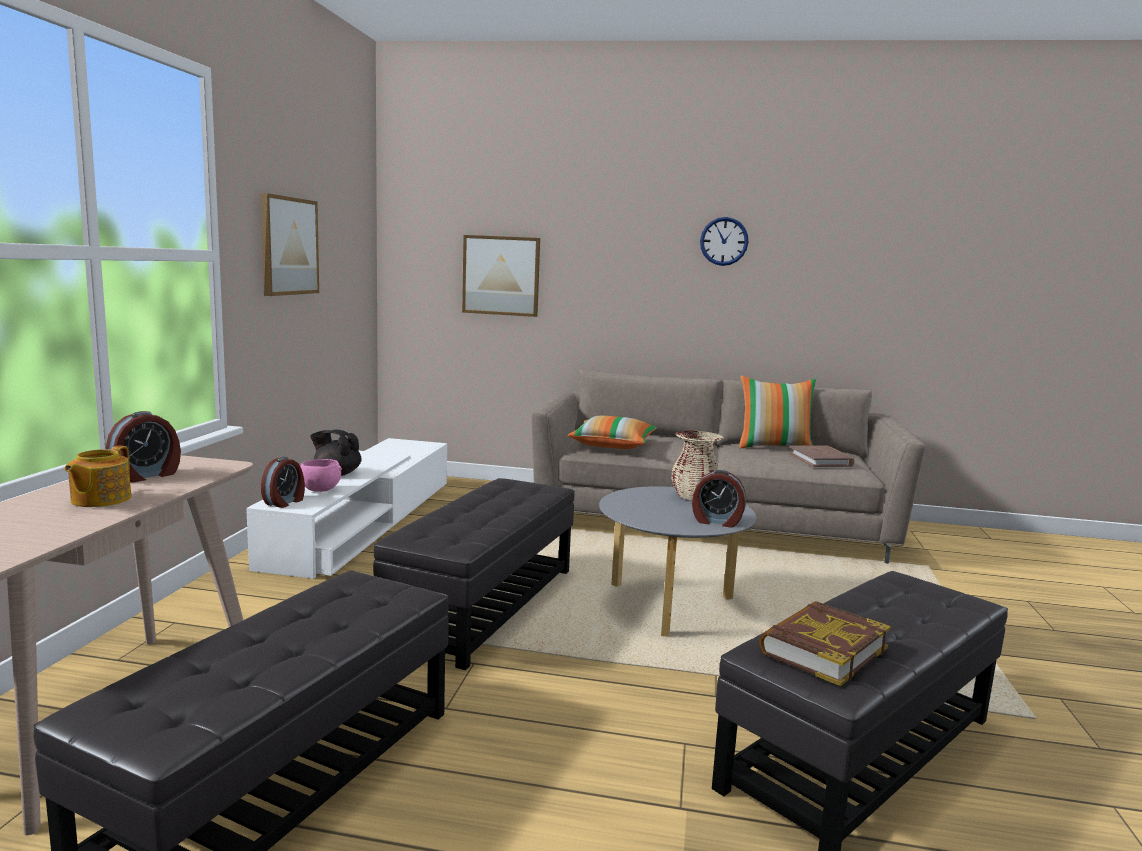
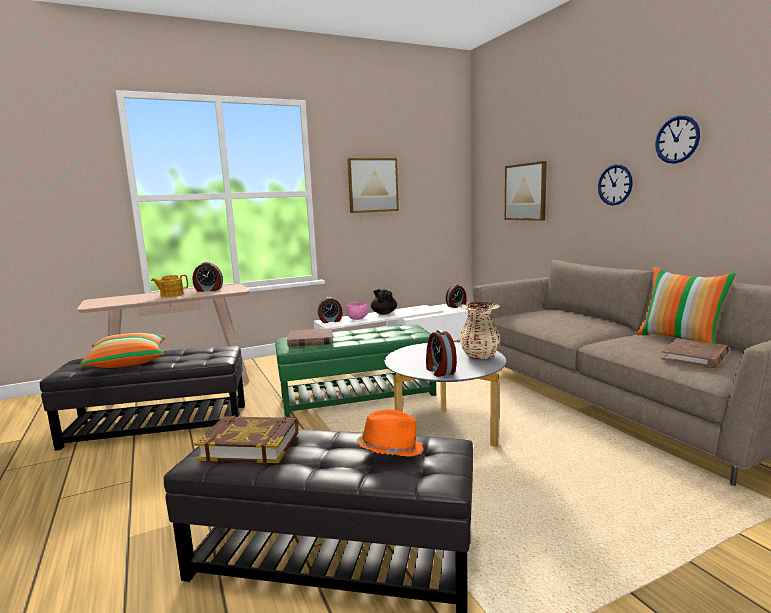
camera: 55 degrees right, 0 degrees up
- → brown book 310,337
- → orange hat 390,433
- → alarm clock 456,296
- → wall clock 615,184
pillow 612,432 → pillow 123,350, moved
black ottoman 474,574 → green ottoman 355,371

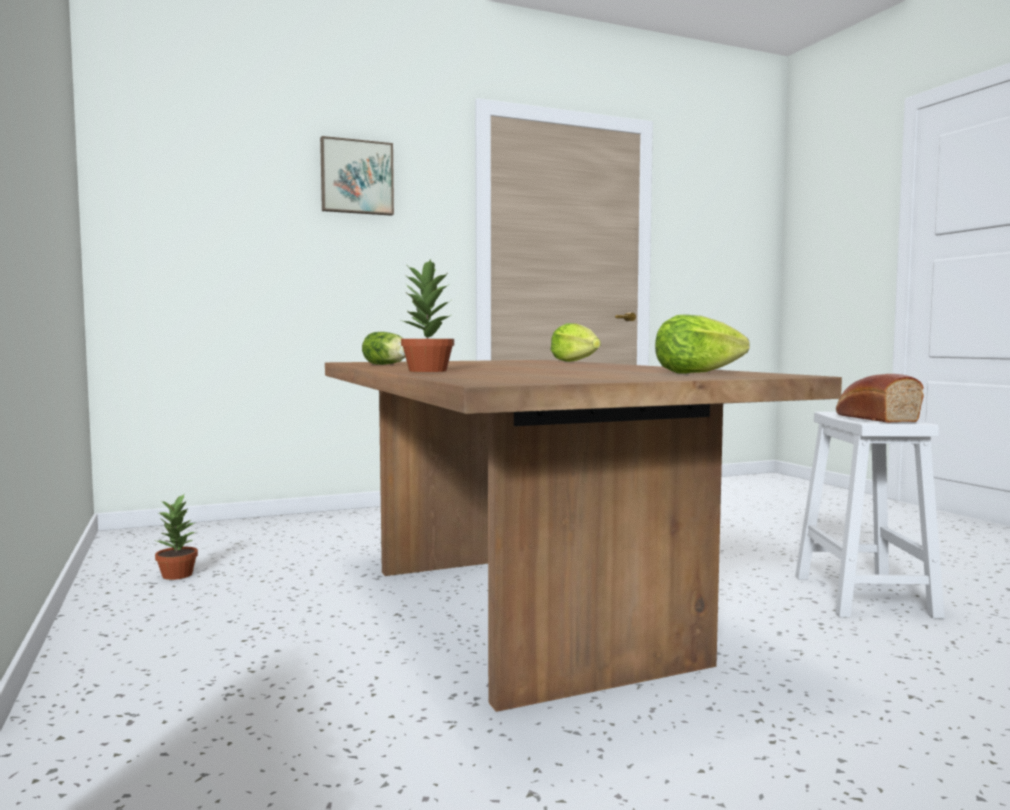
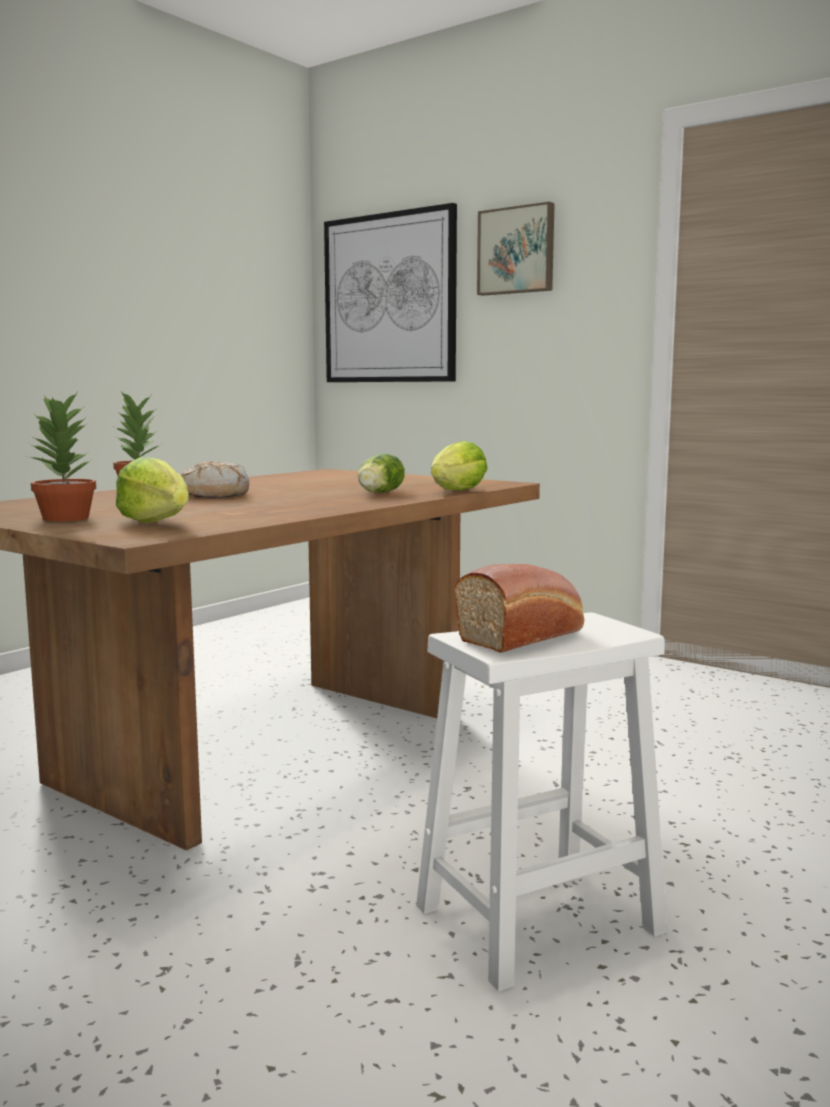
camera: 60 degrees right, 5 degrees up
- → bread 215,479
- → picture 390,292
potted plant 176,536 → potted plant 61,457, moved
lettuce 384,348 → lettuce 381,473, moved

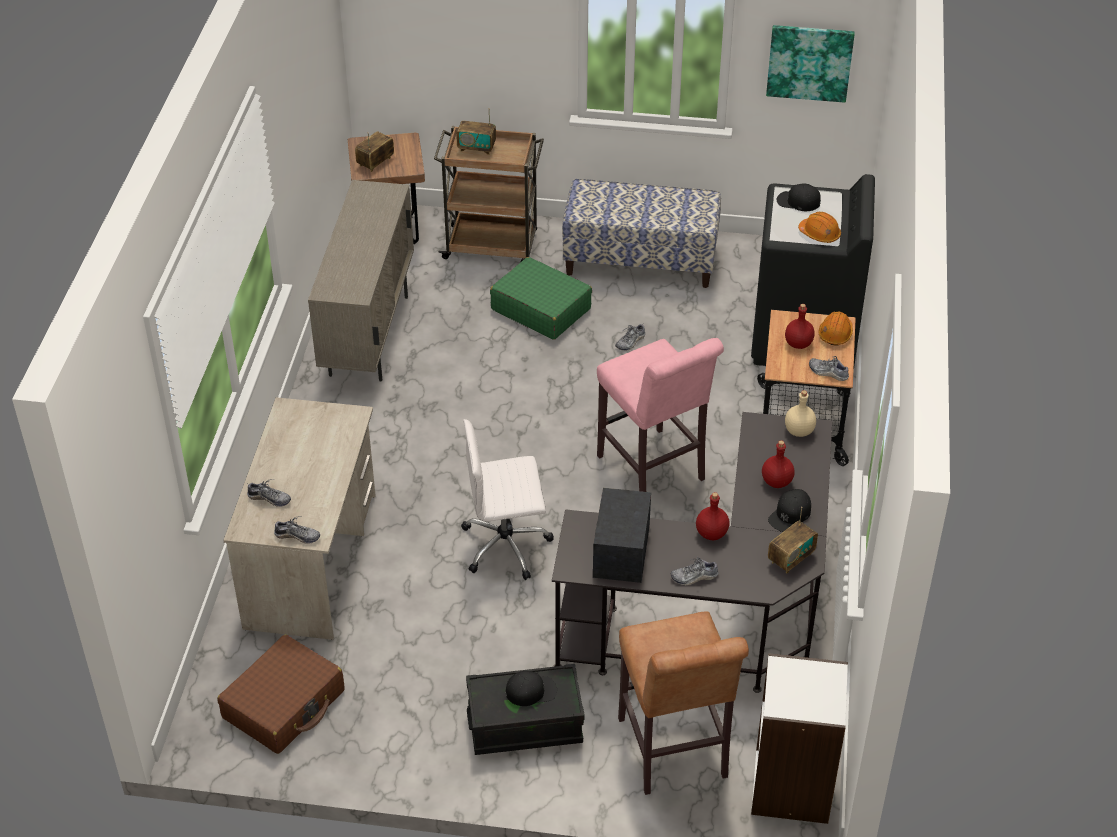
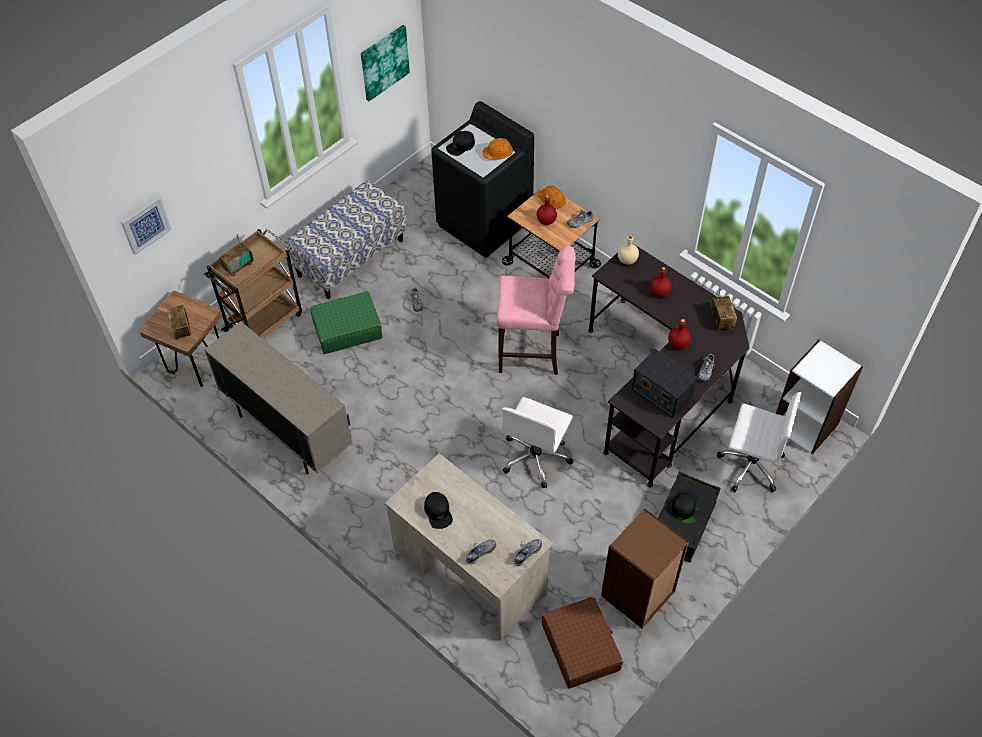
camera: 55 degrees left, 10 degrees up
- → picture 146,226
- → brown bookcase 645,568
black cap 789,510 → black cap 438,510, moved
brown stool 683,703 → white office chair 759,442

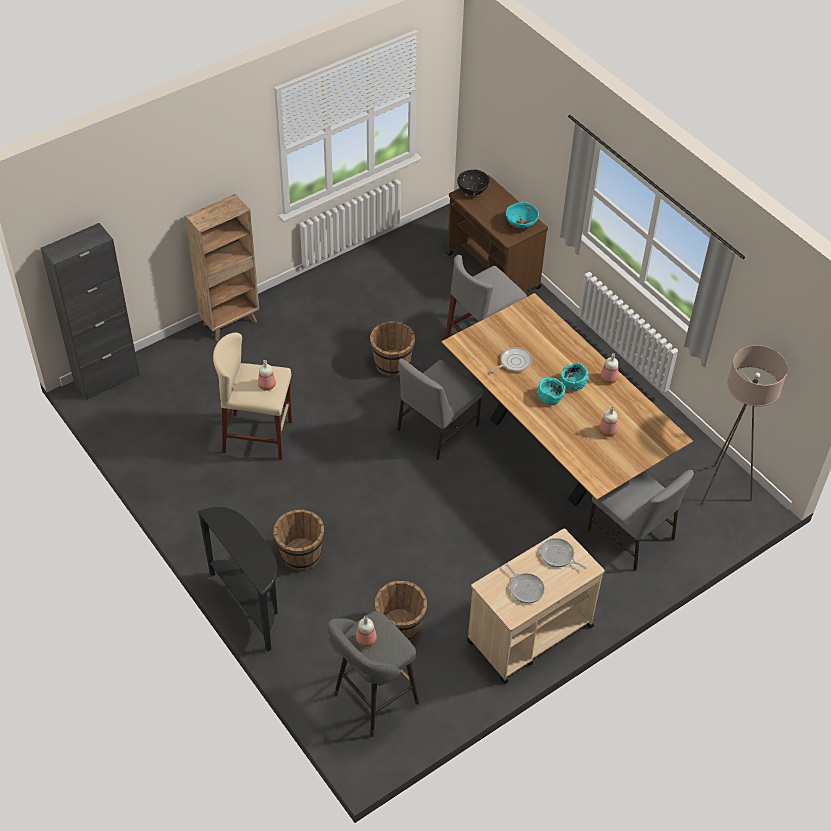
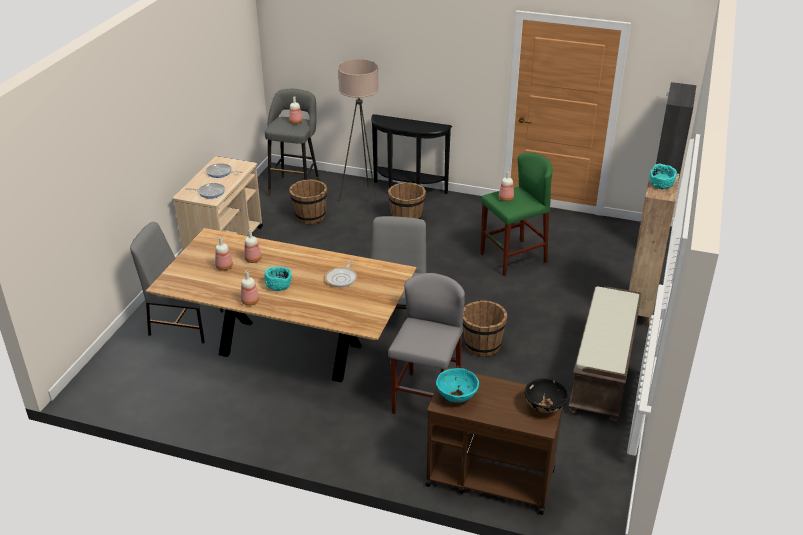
camera: 145 degrees right, 15 degrees down
- → bottle 253,246
- → brown bench 604,354
turquoise bowl 551,391 → turquoise bowl 663,177, moved
beige floor lamp 744,424 → beige floor lamp 358,133, moved
beige stool 252,396 → green stool 516,214

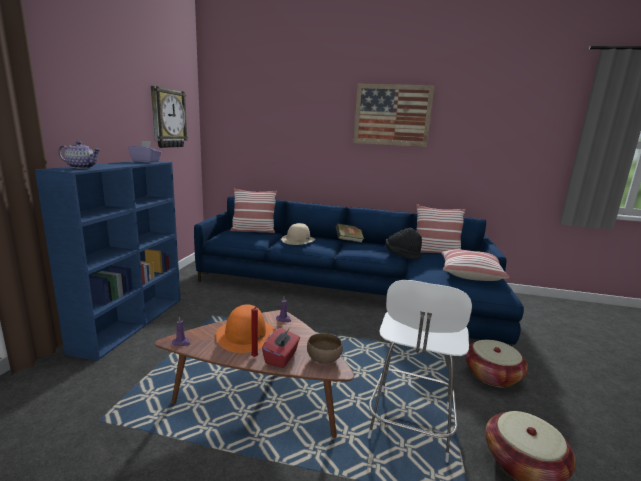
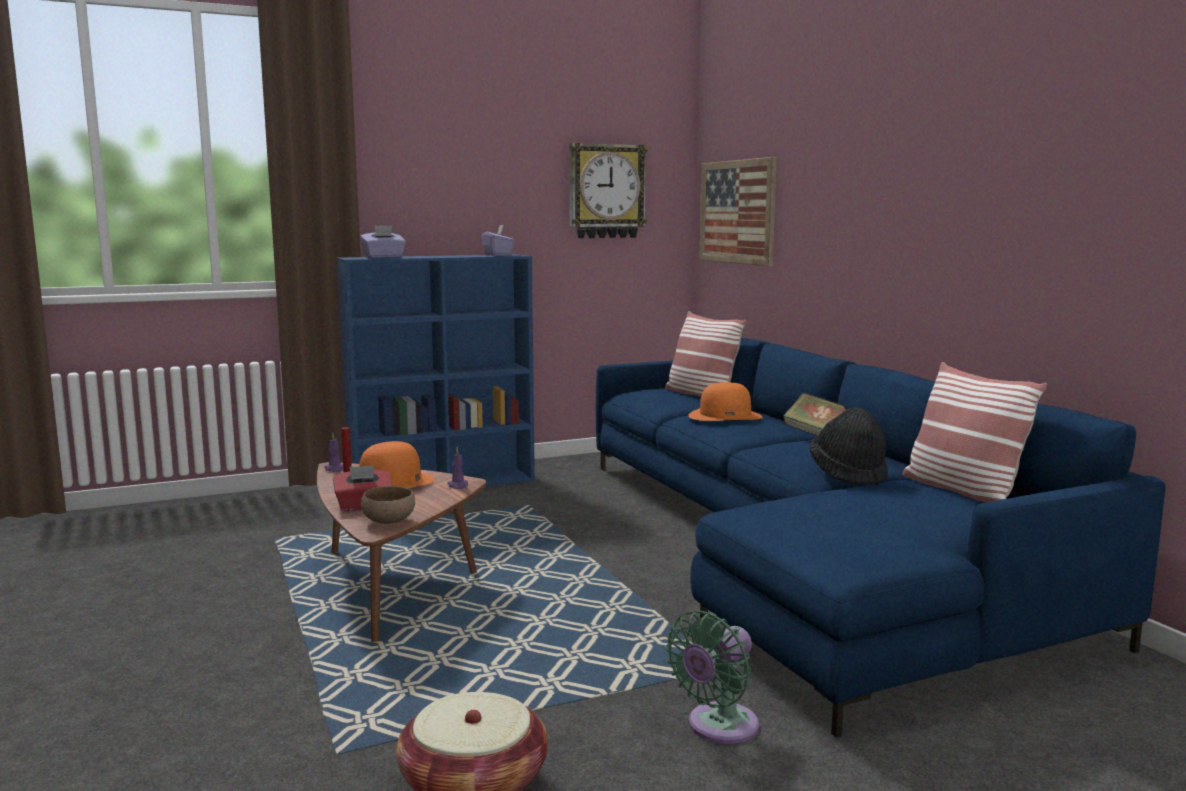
camera: 55 degrees right, 5 degrees down
white stool 420,371 → -
pillow 475,265 → -
picture 394,115 → picture 738,211, moved
teapot 79,155 → purple tissue box 383,241
basket 496,363 → green fan 712,677
beige hat 298,234 → orange hat 725,401

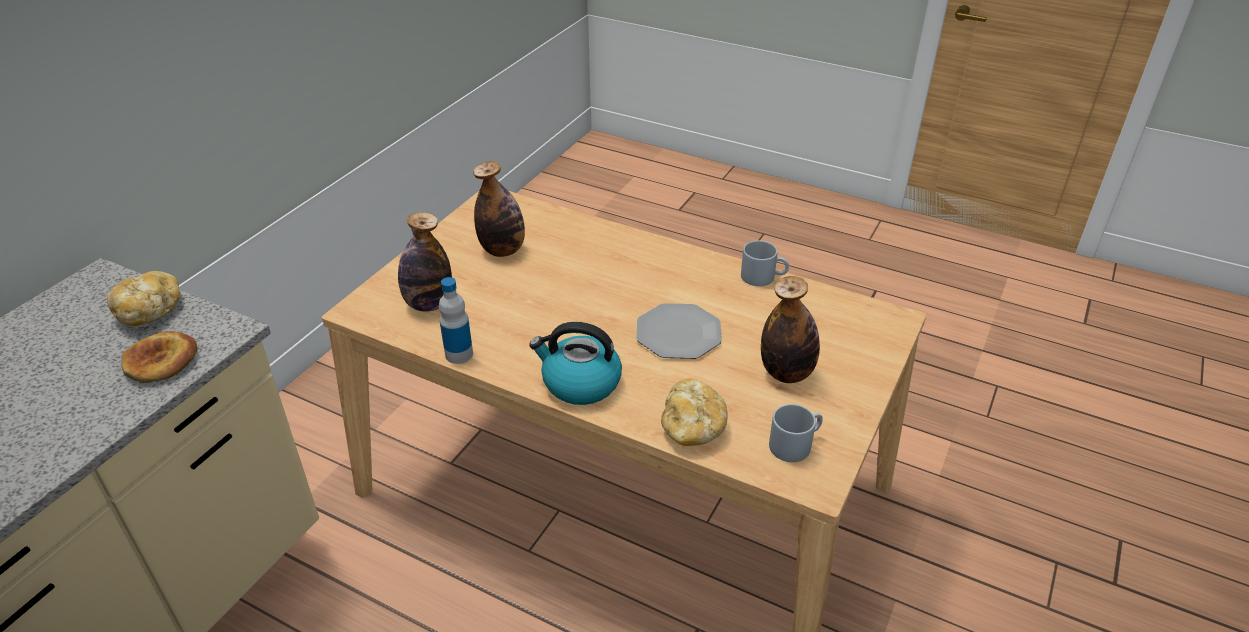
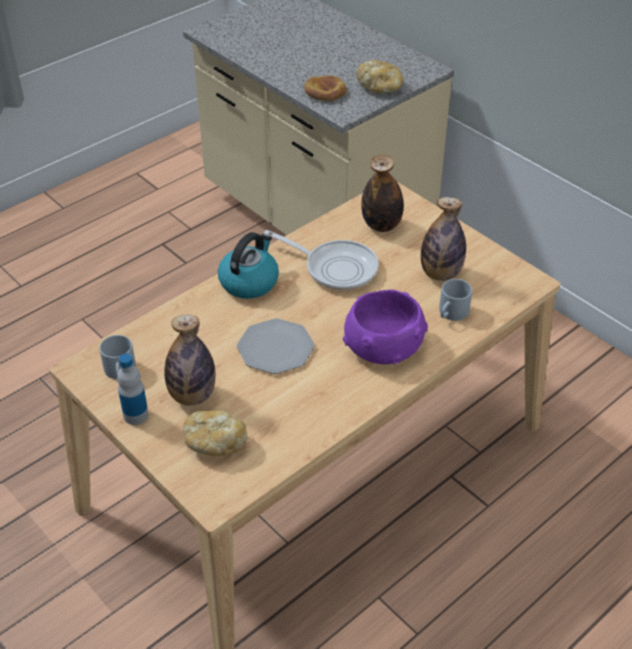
camera: 110 degrees right, 5 degrees up
- → frying pan 321,260
- → purple bowl 385,327
bottle 456,320 → bottle 133,389, moved
bread 694,412 → bread 215,433, moved
grey mug 765,263 → grey mug 455,300, moved

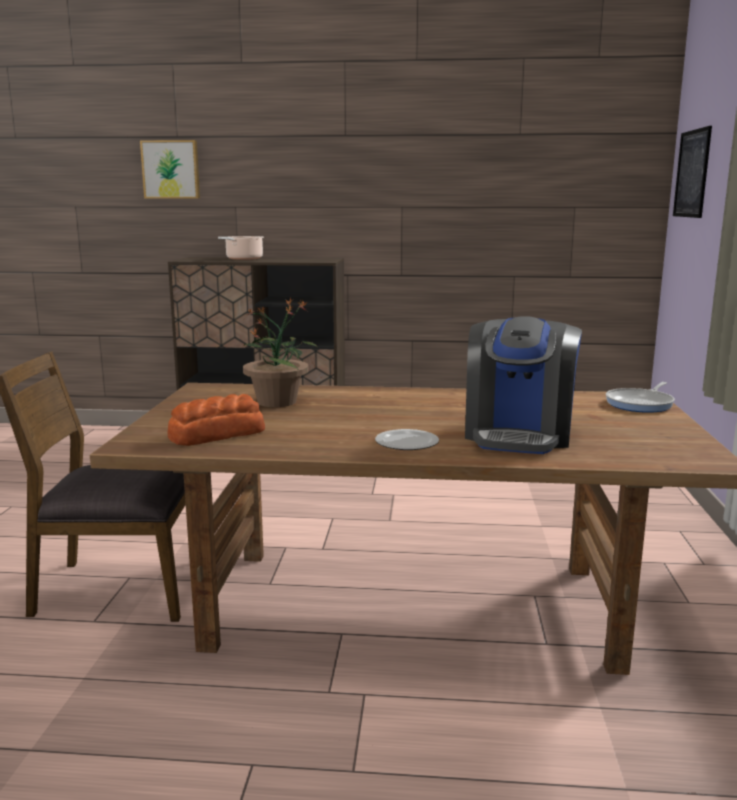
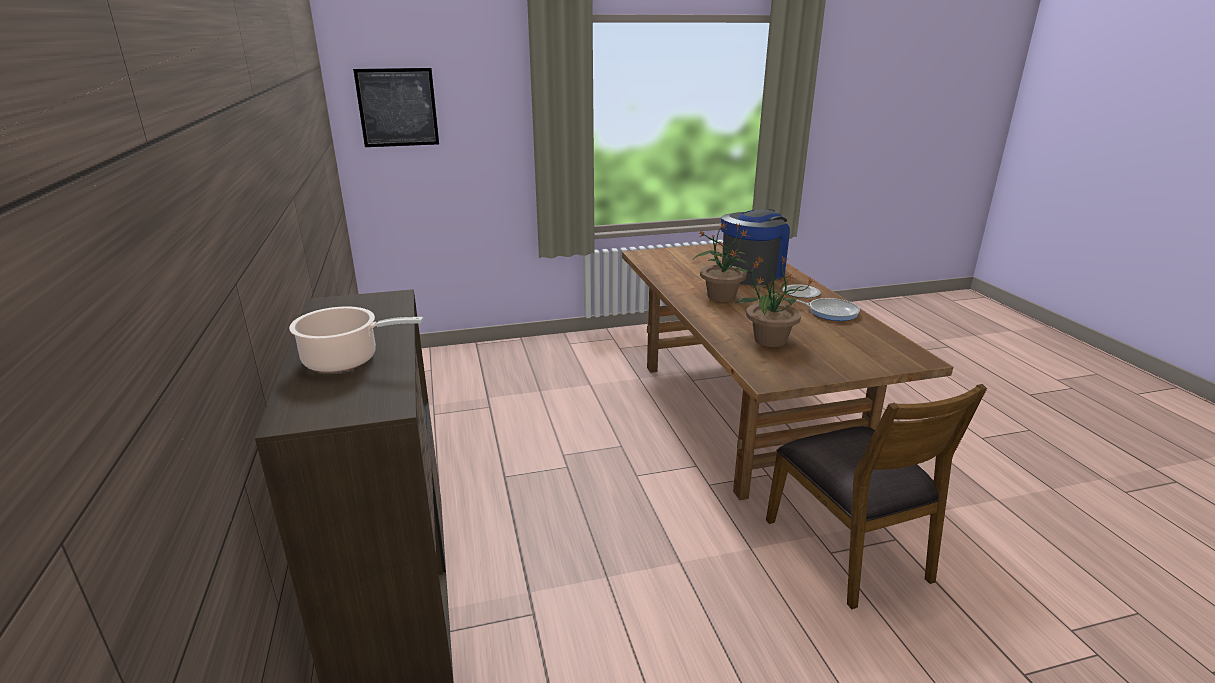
camera: 110 degrees left, 10 degrees up
picture 170,169 → -
bread 216,420 → -
- → potted plant 722,262
frying pan 640,397 → frying pan 828,309, moved
coffee machine 523,385 → coffee machine 755,247, 45 degrees counterclockwise

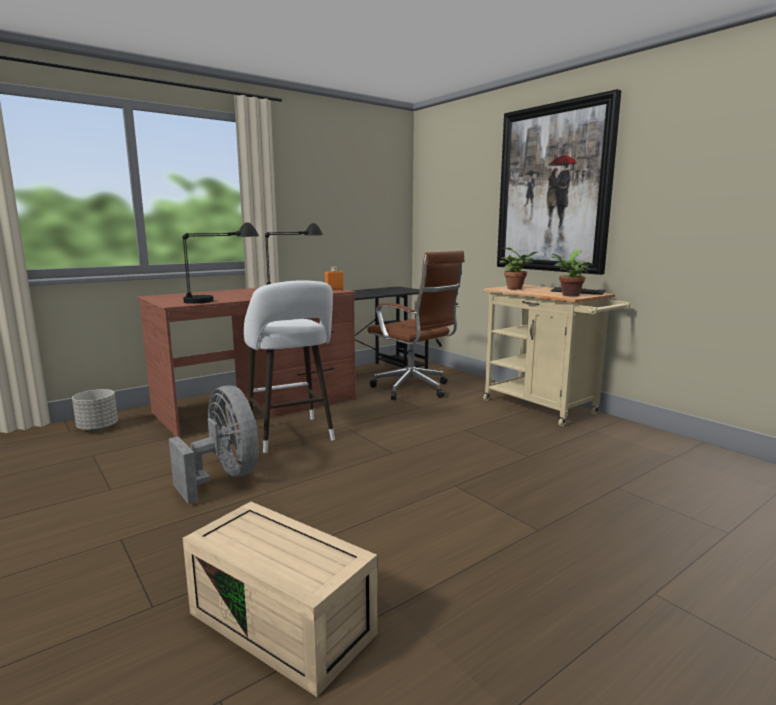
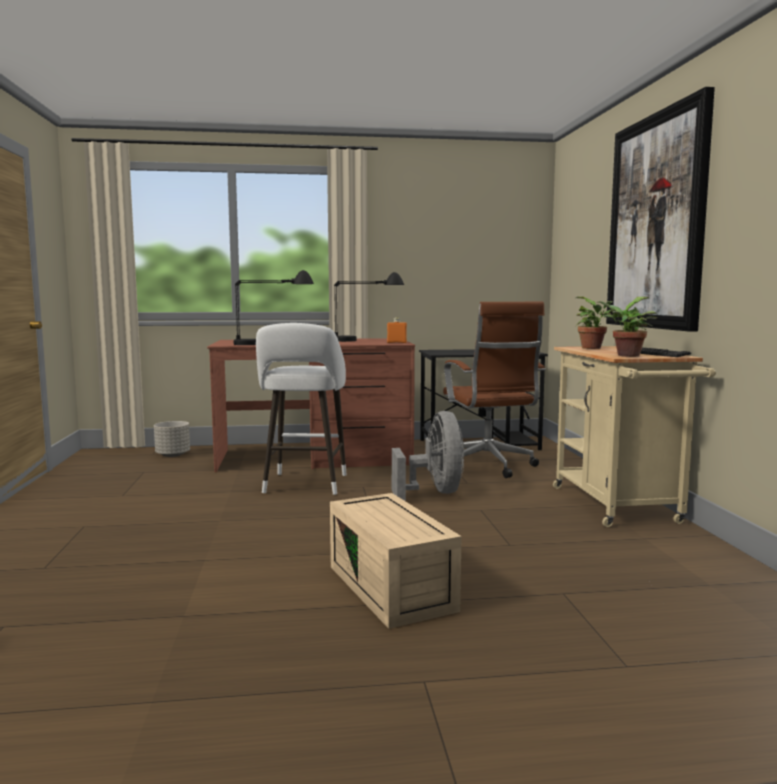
camera: 30 degrees right, 5 degrees down
grey fan 214,445 → grey fan 428,456, moved
beige storage box 280,599 → beige storage box 396,561, moved

